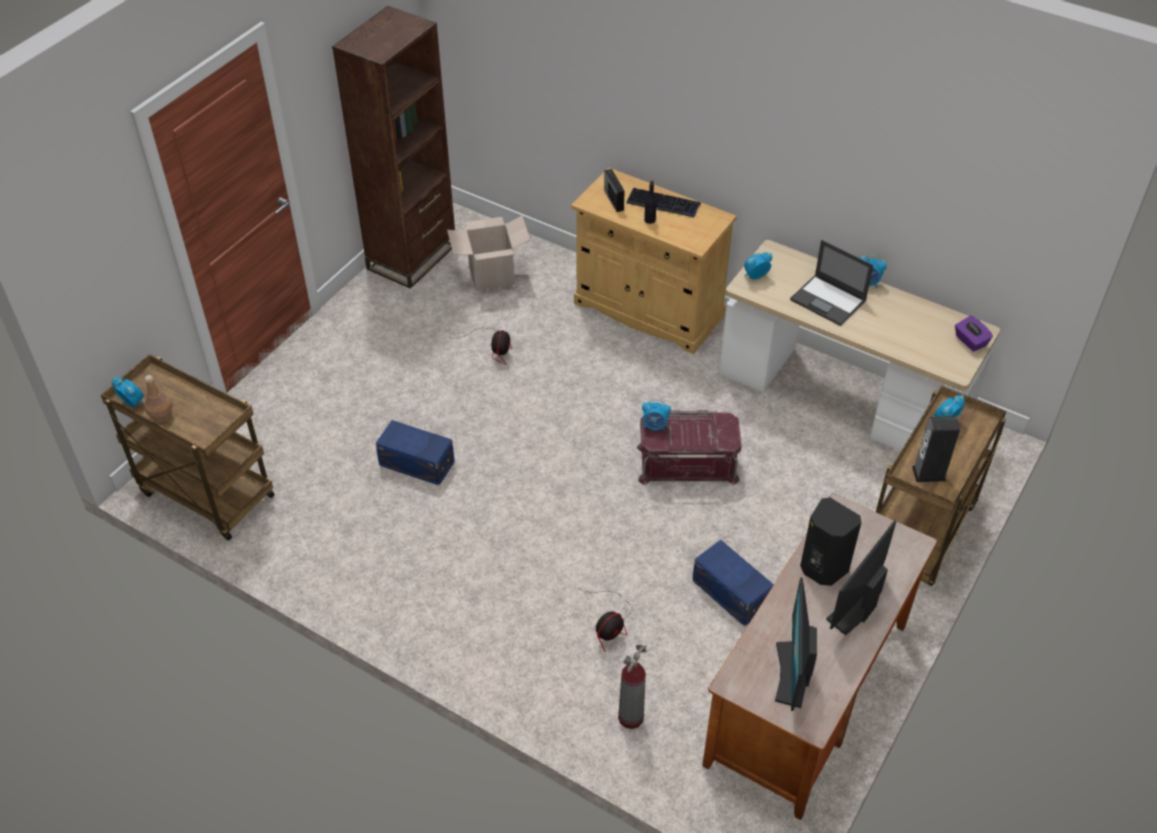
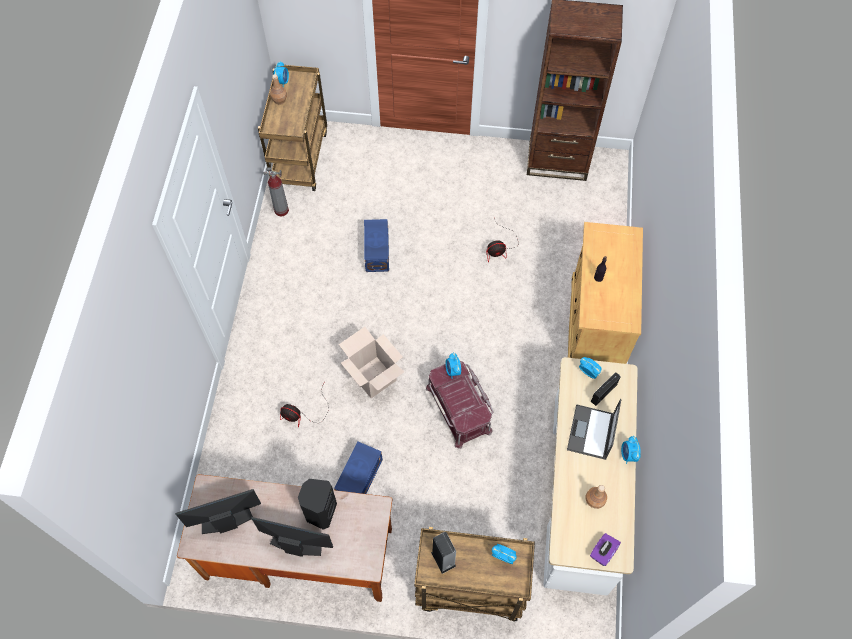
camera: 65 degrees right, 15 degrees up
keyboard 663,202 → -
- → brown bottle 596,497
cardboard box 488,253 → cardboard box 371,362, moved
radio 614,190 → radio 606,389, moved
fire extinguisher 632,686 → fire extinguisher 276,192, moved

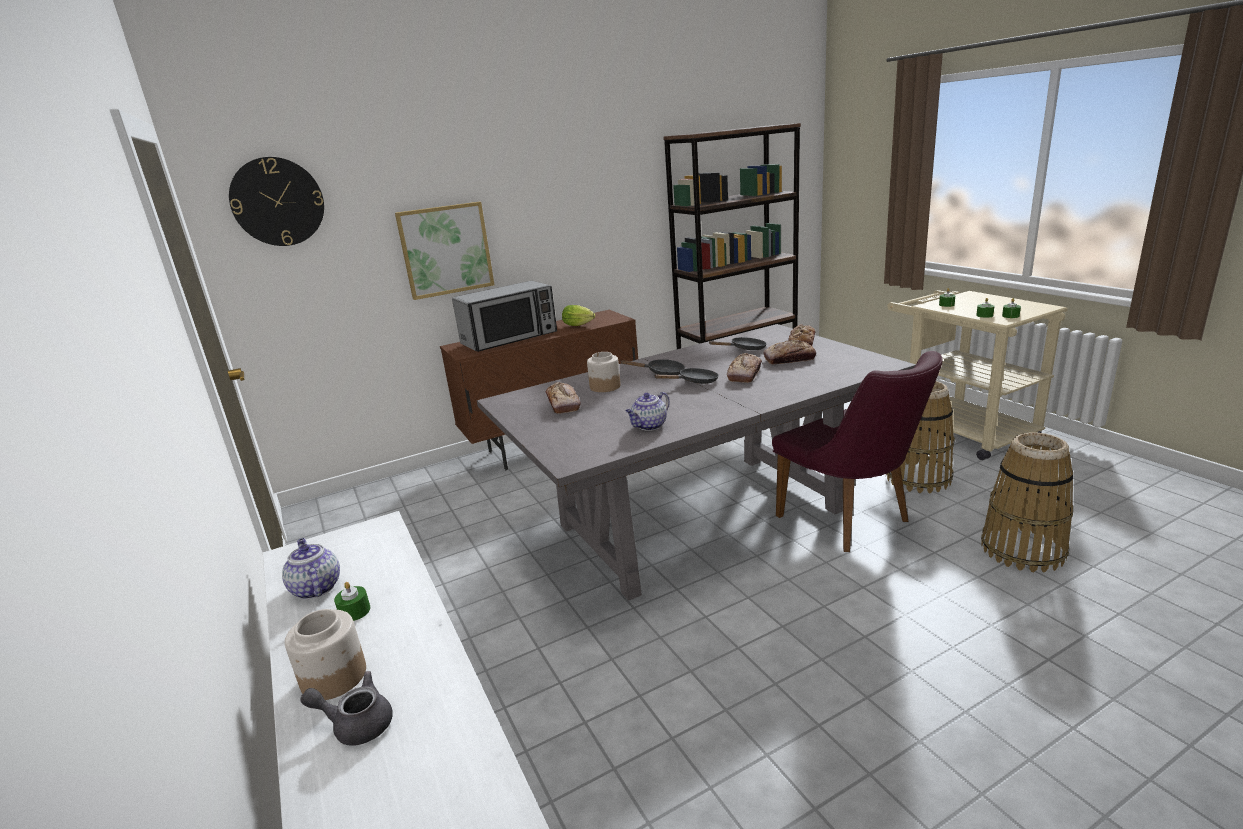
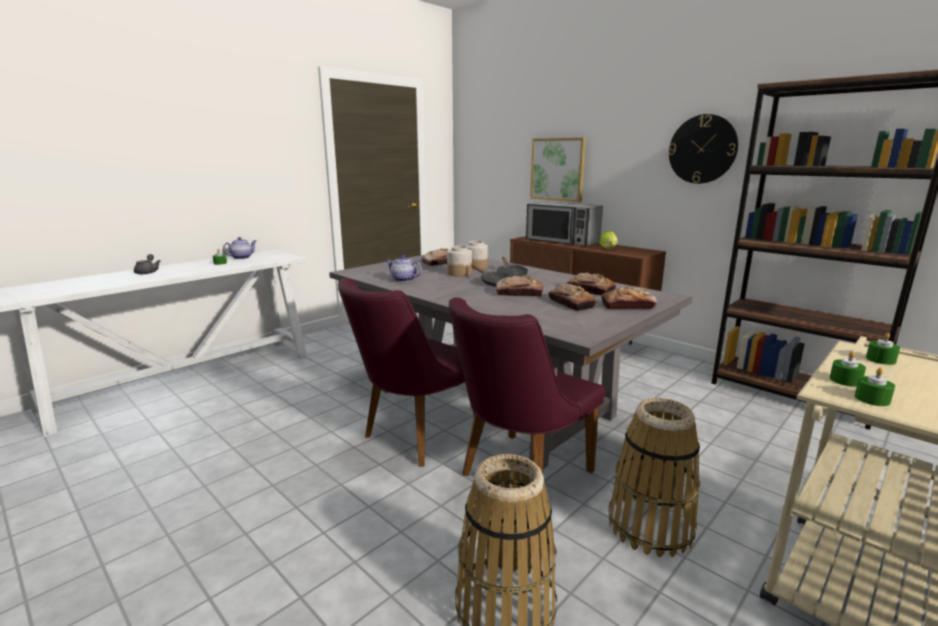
camera: 70 degrees right, 5 degrees down
- → purple chair 410,372
wall clock 276,201 → wall clock 703,149, moved
jar 325,654 → jar 459,261, moved
black frying pan 737,343 → bread 591,284

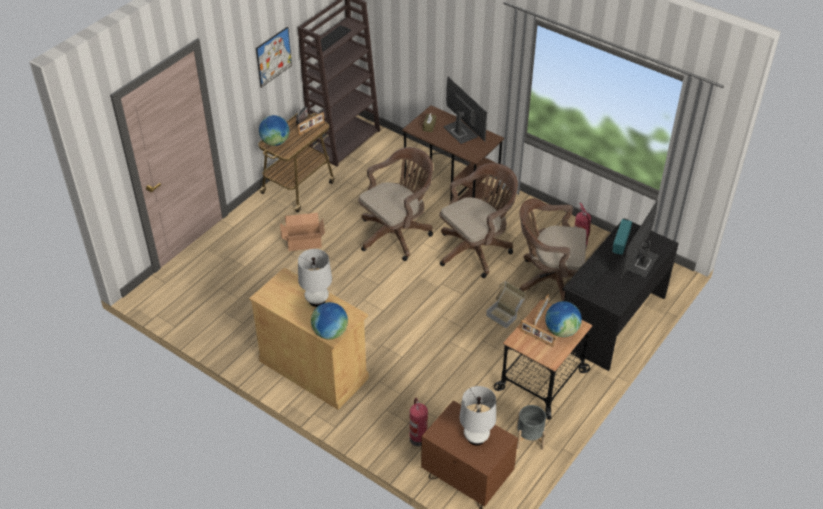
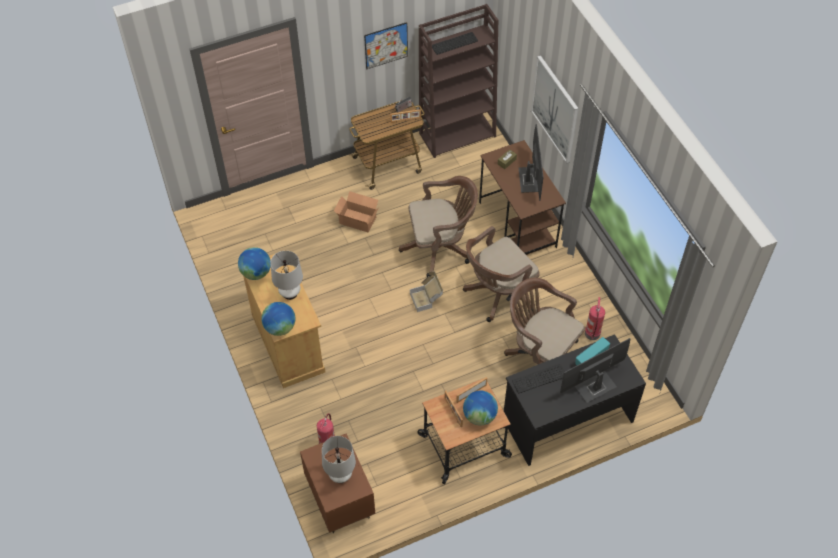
camera: 30 degrees right, 10 degrees up
grey planter 531,427 → -
- → picture 555,109
globe 274,130 → globe 254,263, moved
cardboard box 506,304 → cardboard box 426,292, moved
brown office chair 479,220 → brown office chair 501,274, 150 degrees clockwise

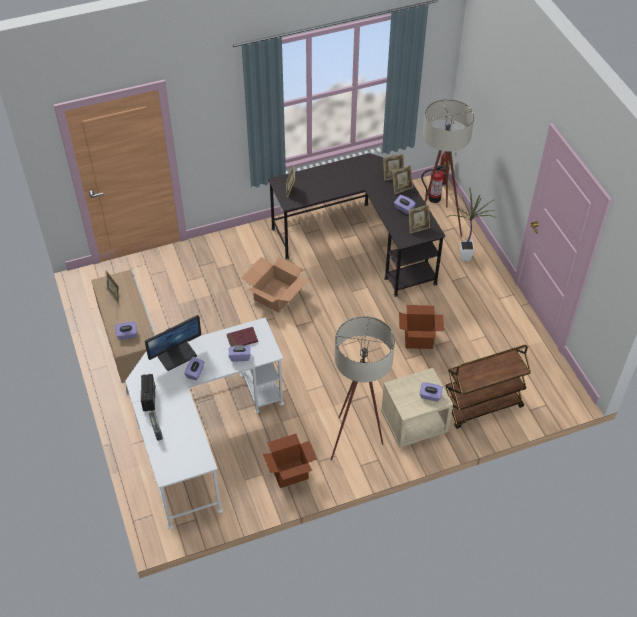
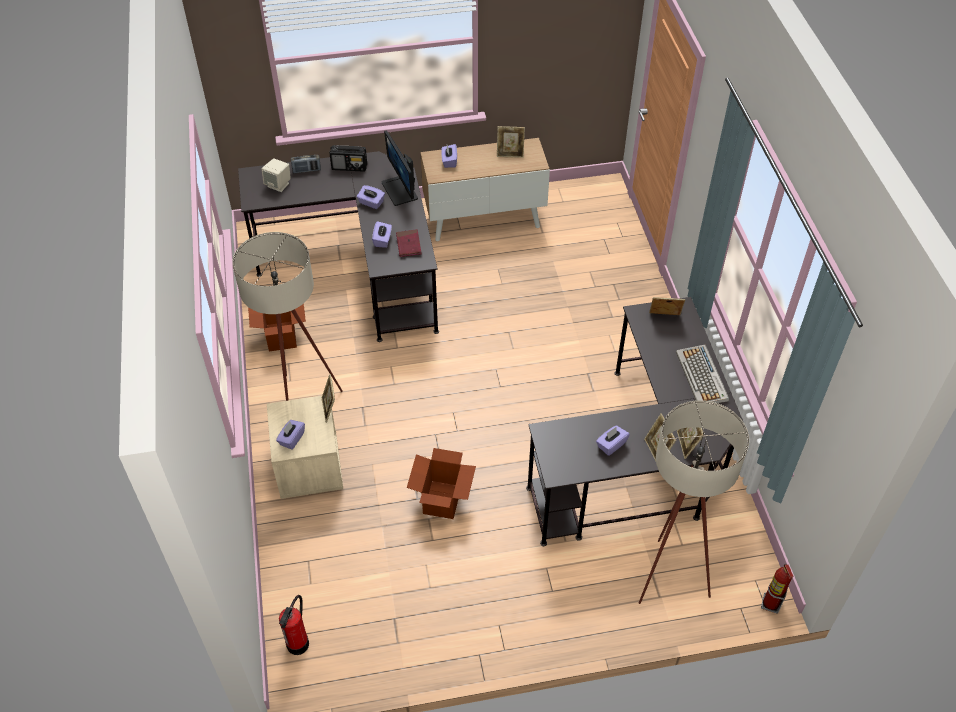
camera: 100 degrees right, 0 degrees up
cardboard box 275,285 → -
brown cart 488,387 → -
potted plant 471,224 → -
- → beige speaker 276,175
- → keyboard 702,374
picture frame 419,219 → picture frame 328,398, moved
fire extinguisher 433,184 → fire extinguisher 294,625, moved
white desk 204,423 → black desk 338,246

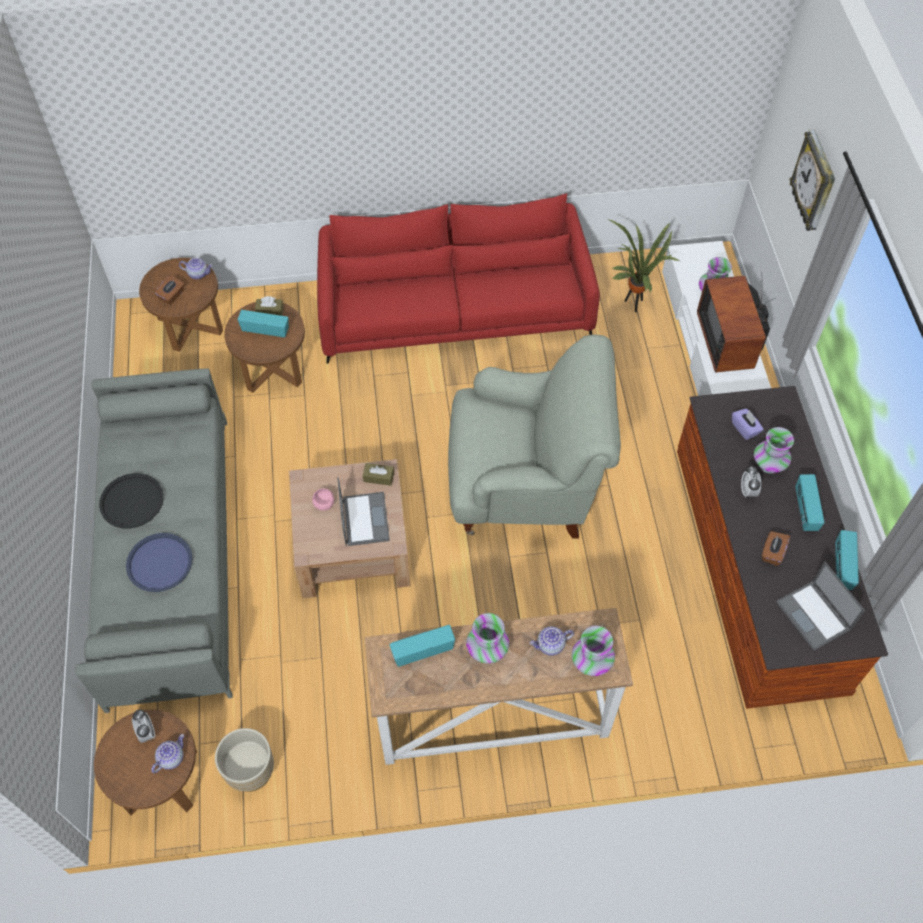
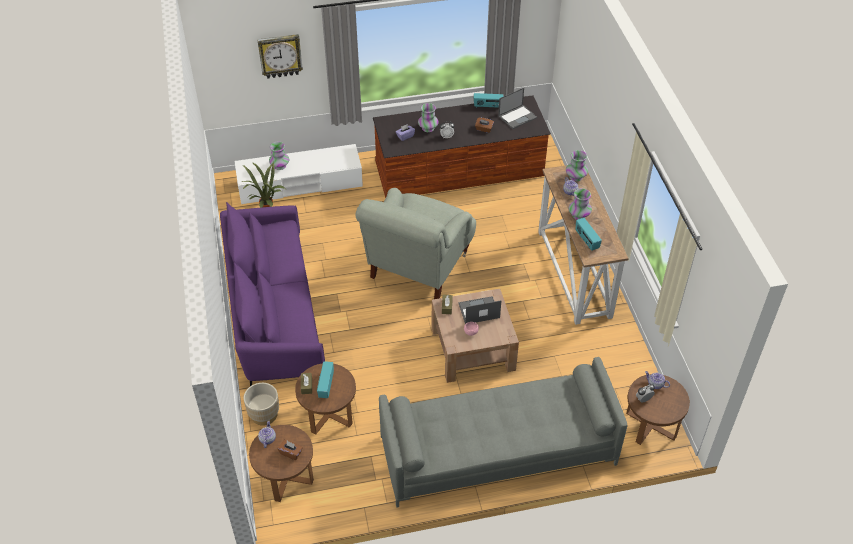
camera: 95 degrees left, 10 degrees down
black tray 131,501 → -
blue tray 159,562 → -
television 736,322 → -
radio 810,502 → -
beige planter 244,760 → beige planter 261,404, moved
red sofa 458,278 → purple sofa 272,294
grey armchair 534,436 → grey armchair 415,243, 150 degrees counterclockwise

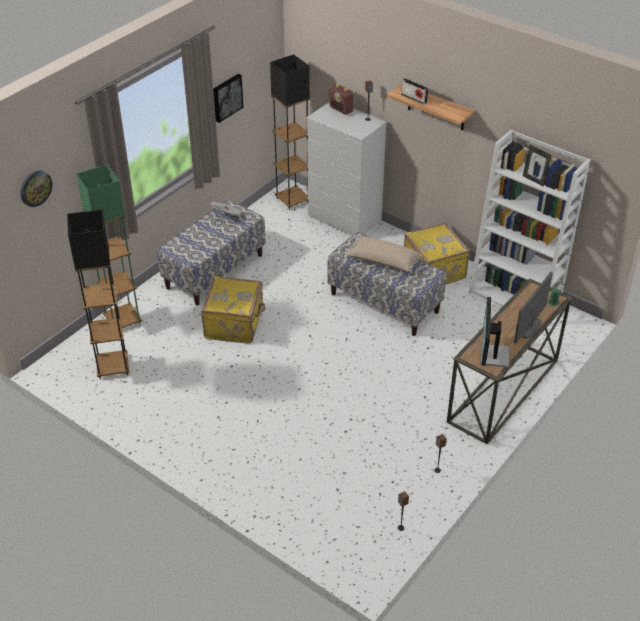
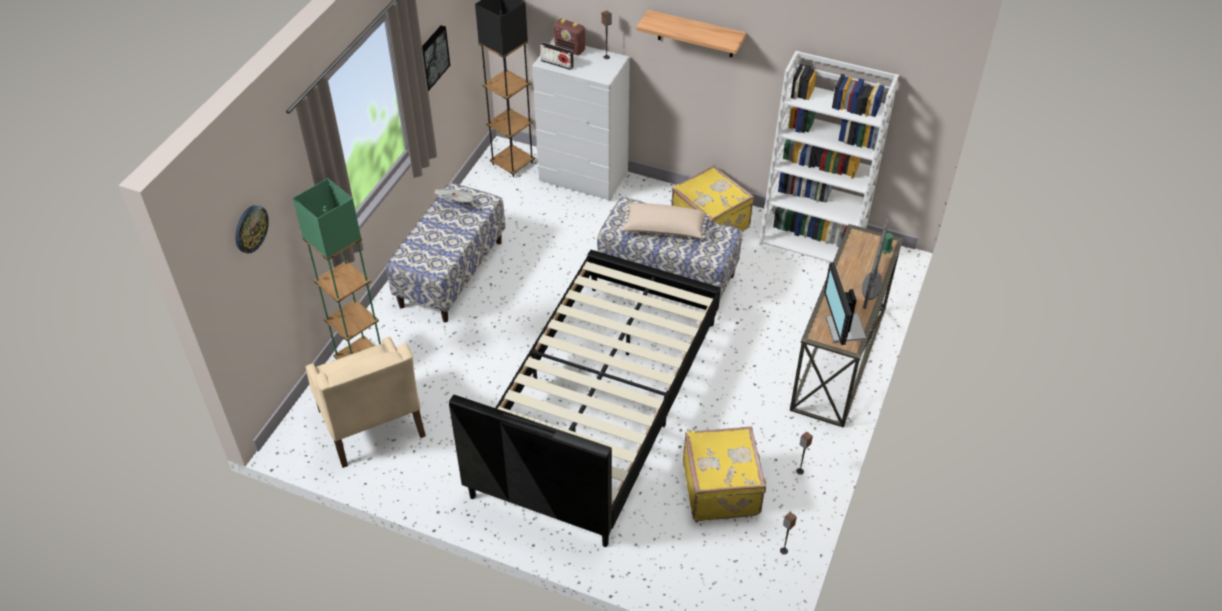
camera: 15 degrees left, 5 degrees up
picture frame 537,166 → -
- → black bed 585,398
yellow suitcase 233,309 → yellow suitcase 724,473, moved
radio 414,91 → radio 557,56, moved
black floor lamp 98,294 → beige armchair 365,402

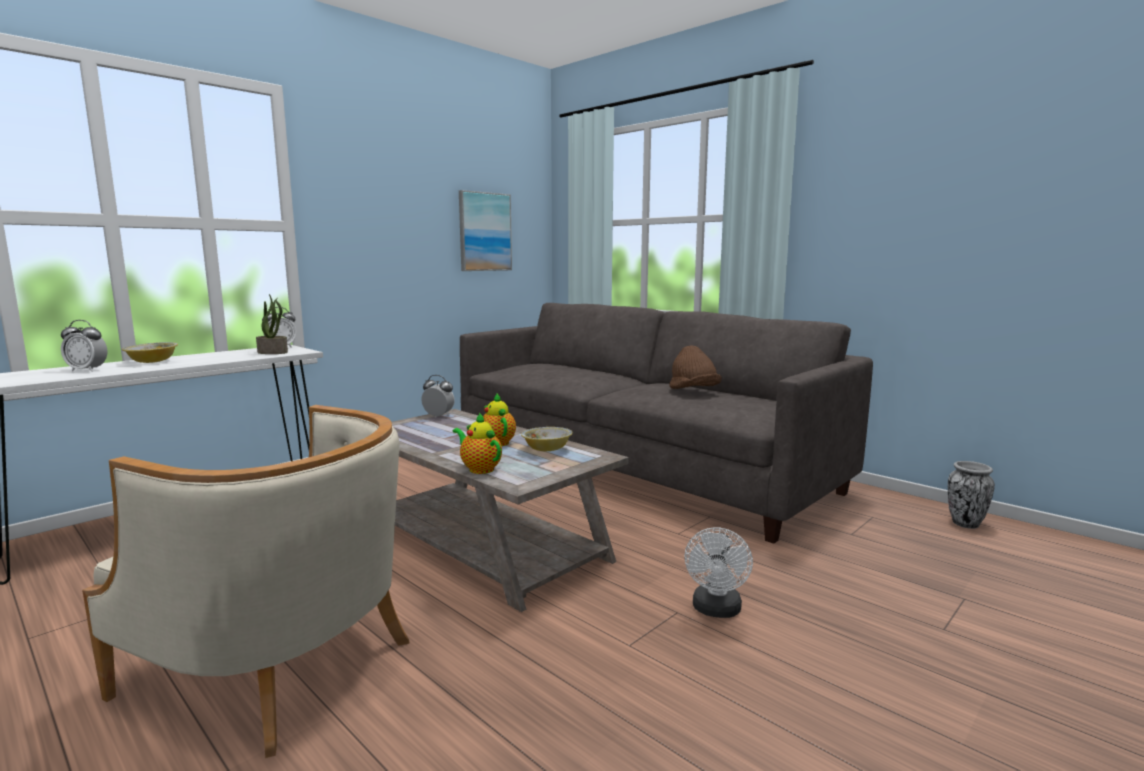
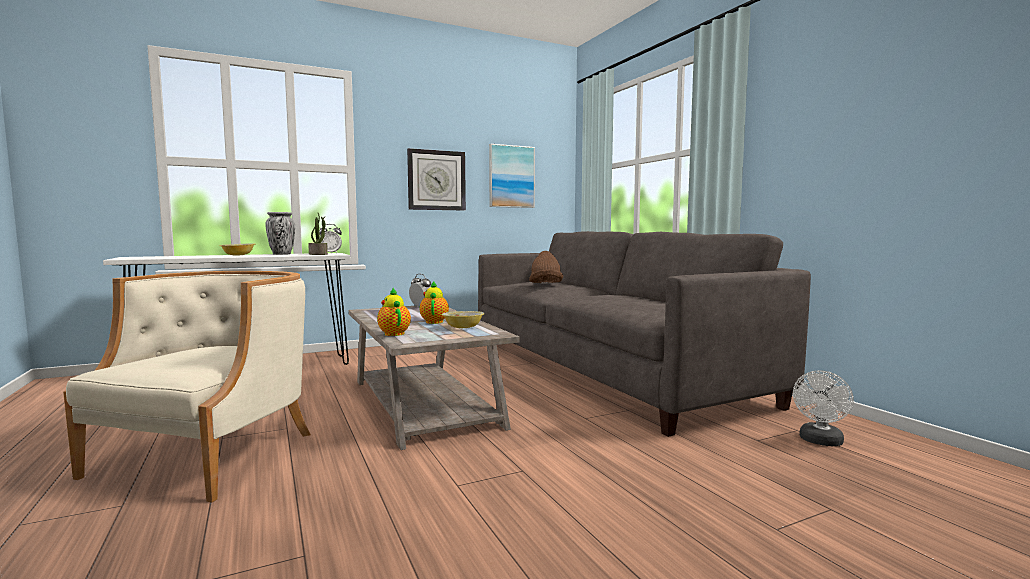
camera: 20 degrees right, 5 degrees down
alarm clock 84,346 → -
- → wall clock 436,179
brown hat 695,367 → brown hat 546,267, moved
white fan 718,572 → white fan 823,408, moved
vase 971,495 → vase 280,233, moved
beige armchair 246,581 → beige armchair 187,386, 120 degrees counterclockwise

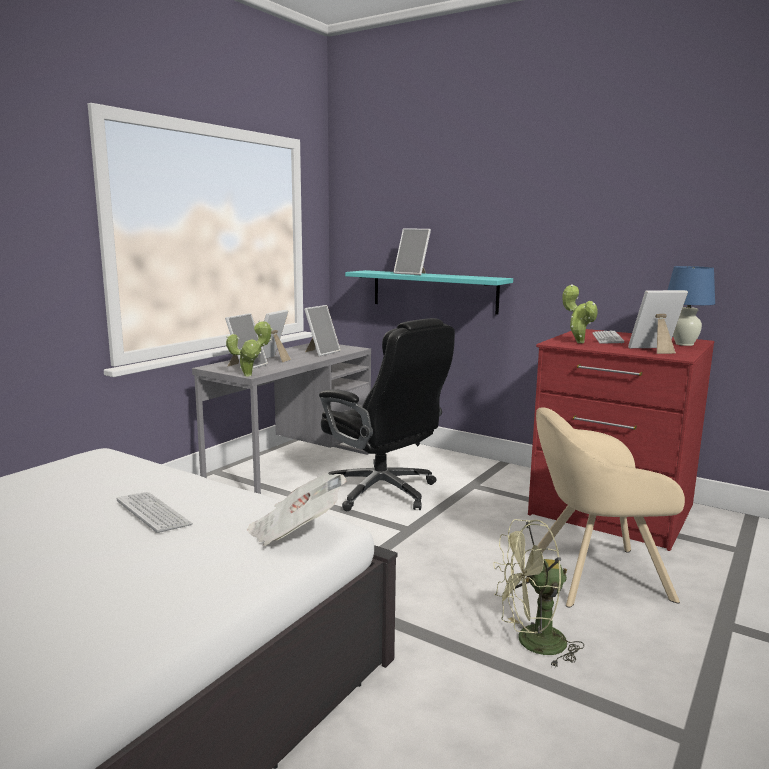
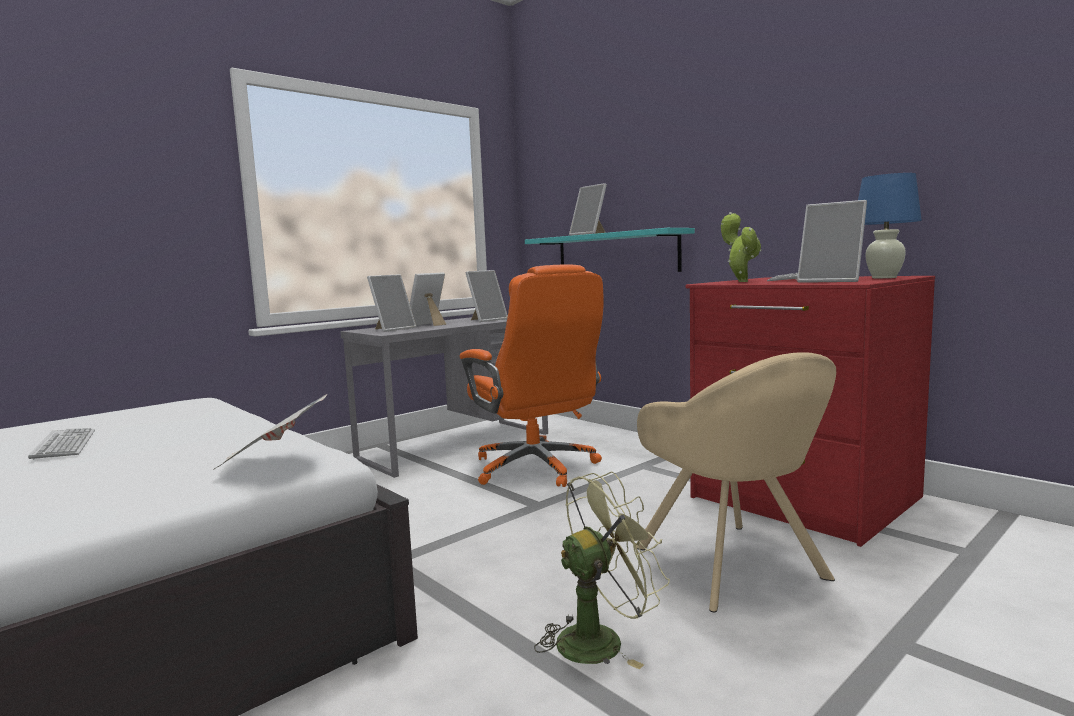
camera: 15 degrees right, 5 degrees down
potted plant 249,348 → -
keyboard 154,512 → keyboard 61,444, moved
black office chair 387,414 → orange office chair 532,376
green fan 538,593 → green fan 602,570, 150 degrees clockwise
beige armchair 610,507 → beige armchair 736,482, 120 degrees counterclockwise
picture frame 658,322 → picture frame 832,241, 150 degrees counterclockwise

